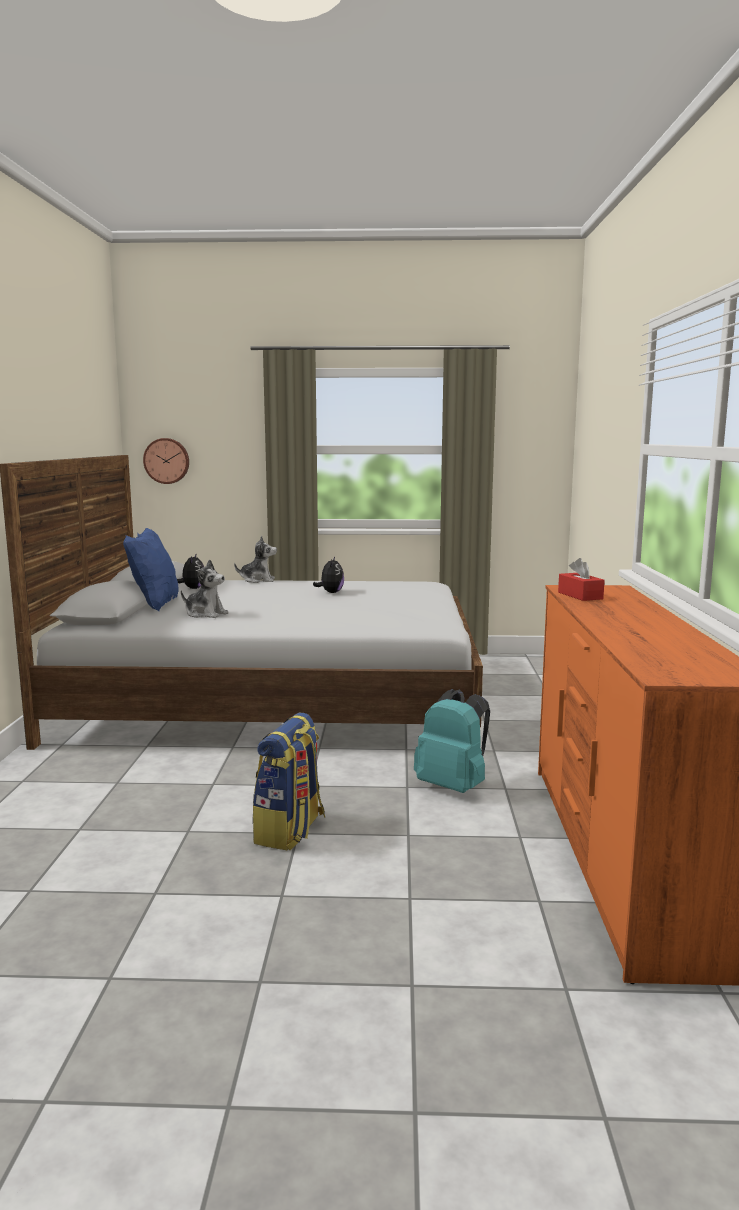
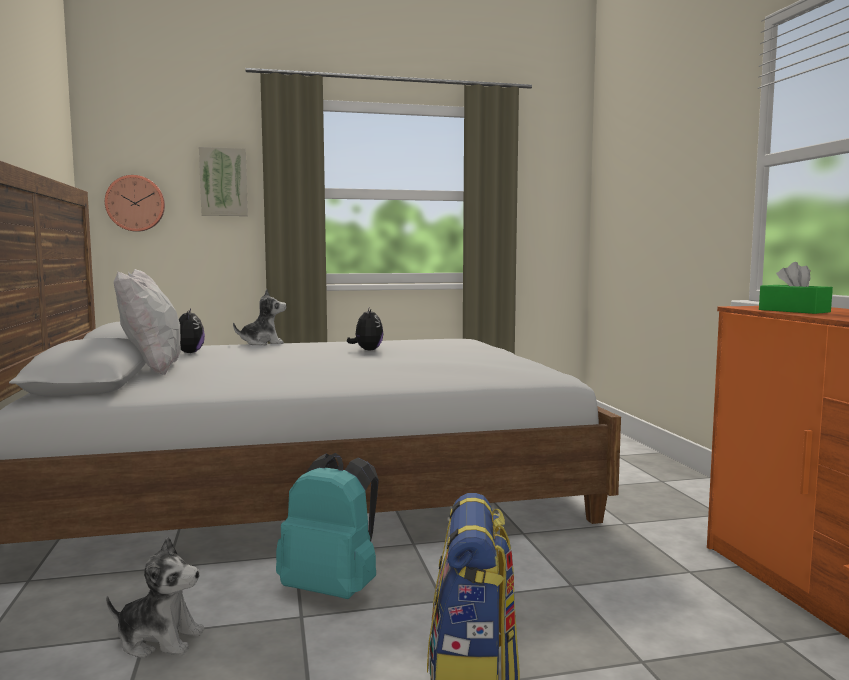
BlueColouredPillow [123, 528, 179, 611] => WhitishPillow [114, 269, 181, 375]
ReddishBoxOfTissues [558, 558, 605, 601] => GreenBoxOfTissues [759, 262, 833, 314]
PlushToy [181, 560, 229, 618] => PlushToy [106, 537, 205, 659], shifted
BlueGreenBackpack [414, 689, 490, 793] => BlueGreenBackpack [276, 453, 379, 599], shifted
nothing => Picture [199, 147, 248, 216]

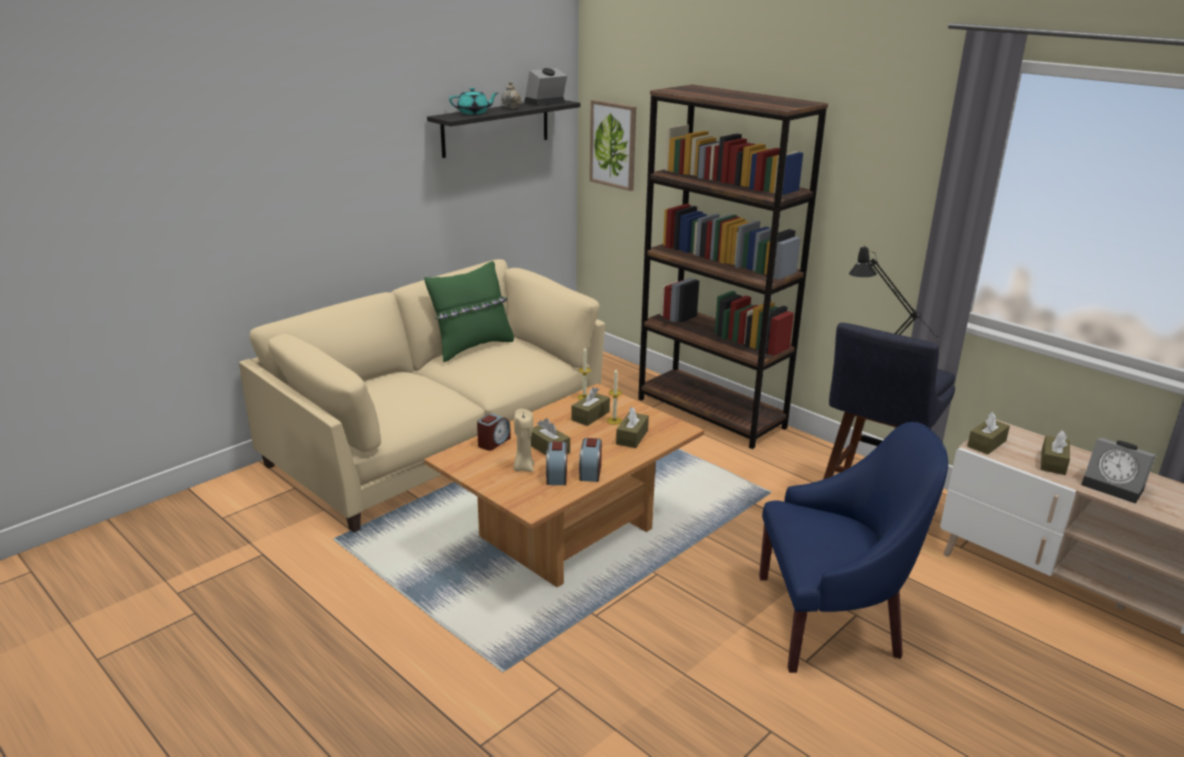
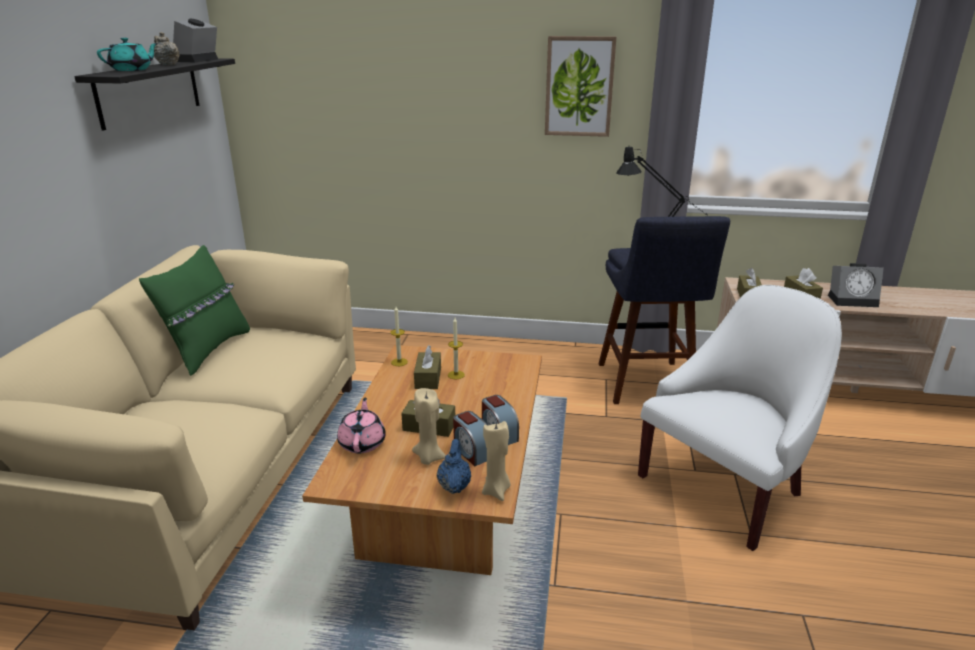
BrownColouredBookcase [638, 85, 828, 449] => nothing
Picture [590, 100, 636, 191] => Picture [545, 36, 616, 137], shifted
BrownColouredBoxOfTissues [616, 407, 649, 448] => nothing
BedsideClock [477, 413, 511, 451] => PinkTeapot [337, 397, 386, 454]
BlueColouredEasyChair [759, 422, 948, 673] => WhitishEasyChair [638, 285, 842, 551]
nothing => BeigeColouredWaxLight [482, 421, 511, 501]
nothing => BlueColouredTeapot [437, 439, 471, 494]

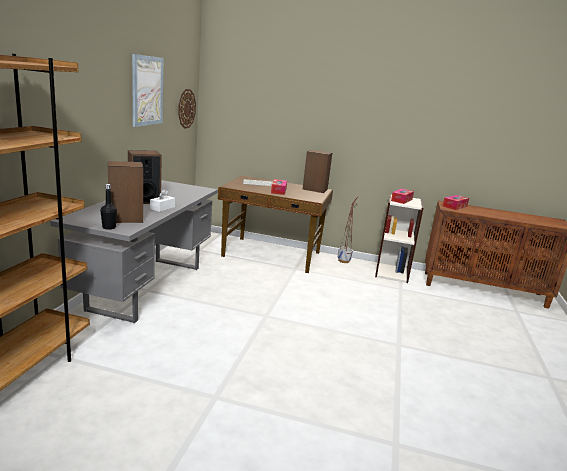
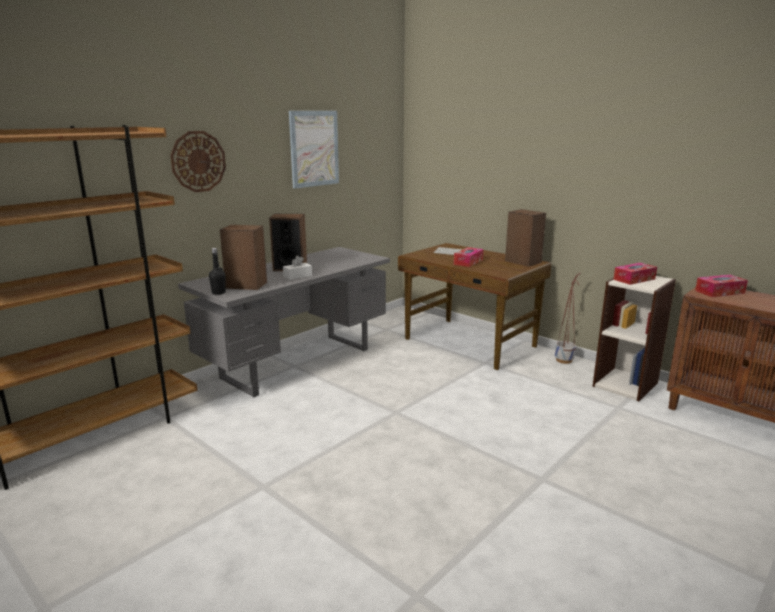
ClockOnTheWall [178, 89, 196, 129] => ClockOnTheWall [170, 131, 226, 192], shifted

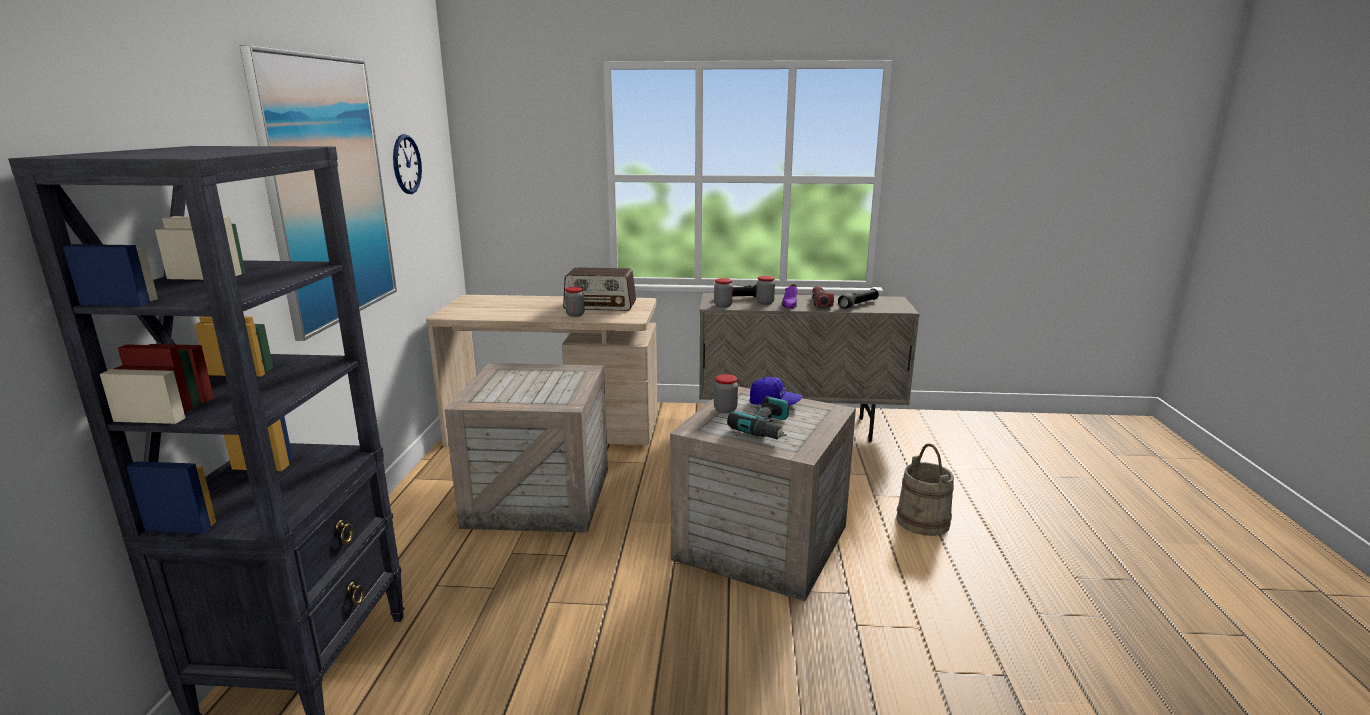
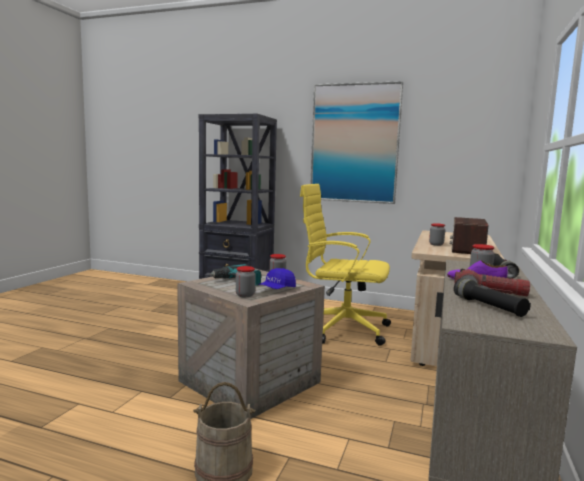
ClockOnTheWall [393, 134, 422, 194] => nothing
StorageJar [714, 278, 733, 308] => StorageJar [236, 266, 256, 297], shifted
ShippingCrate [445, 363, 608, 533] => YellowColouredOfficeChair [300, 184, 391, 346]

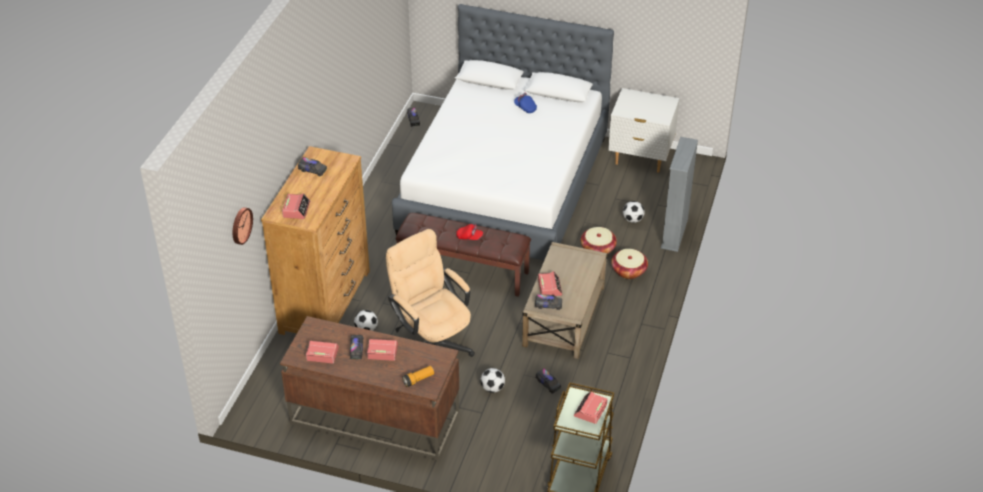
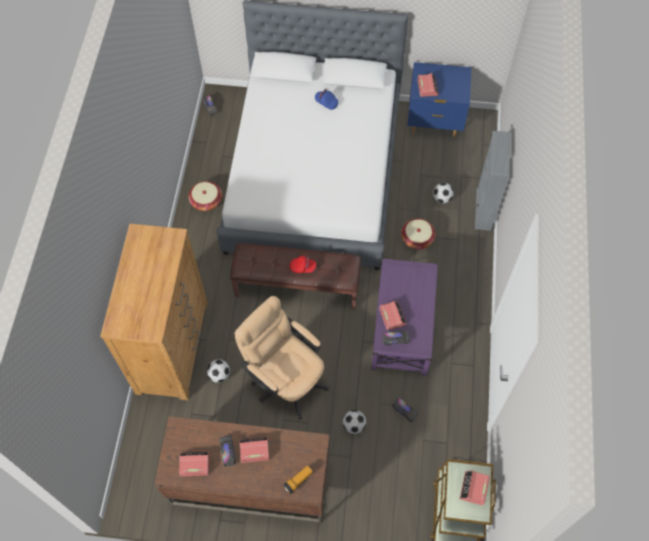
WhitishNightTable [608, 88, 679, 173] => BlueColouredNightTable [407, 62, 472, 137]
ToyLorry [298, 157, 327, 176] => nothing
BedsideClock [282, 193, 310, 219] => BedsideClock [417, 73, 439, 97], shifted
ClockOnTheWall [233, 207, 253, 245] => nothing
BeigeColouredCoffeeTable [522, 242, 607, 359] => PurpleCoffeeTable [371, 258, 438, 376]
Basket [611, 249, 648, 279] => Basket [189, 181, 222, 211], shifted

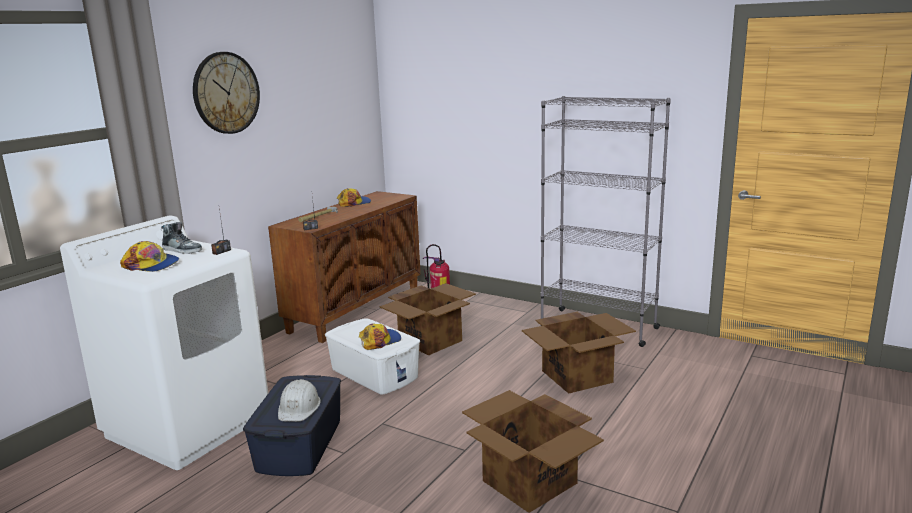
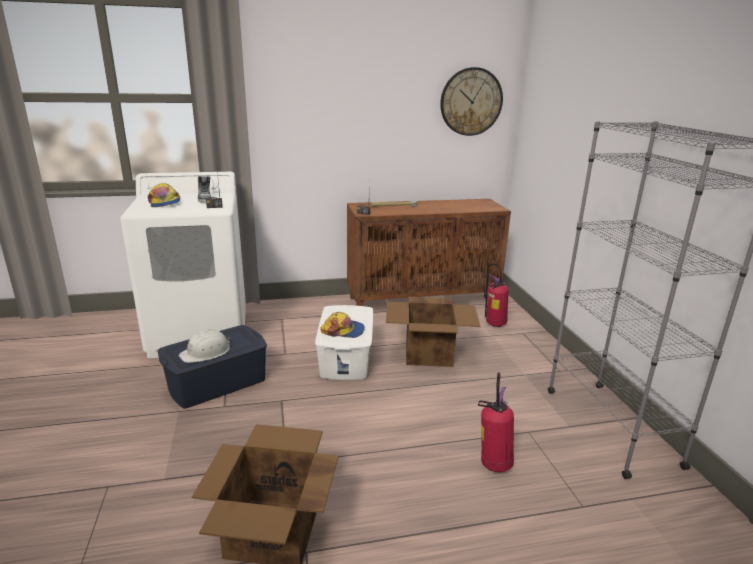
ClockOnTheWall [193, 52, 260, 134] => ClockOnTheWall [440, 67, 503, 136], shifted
PeakedCap [337, 188, 371, 207] => nothing
CardboardBox [522, 312, 636, 394] => FireExtinguisher [478, 372, 514, 472]

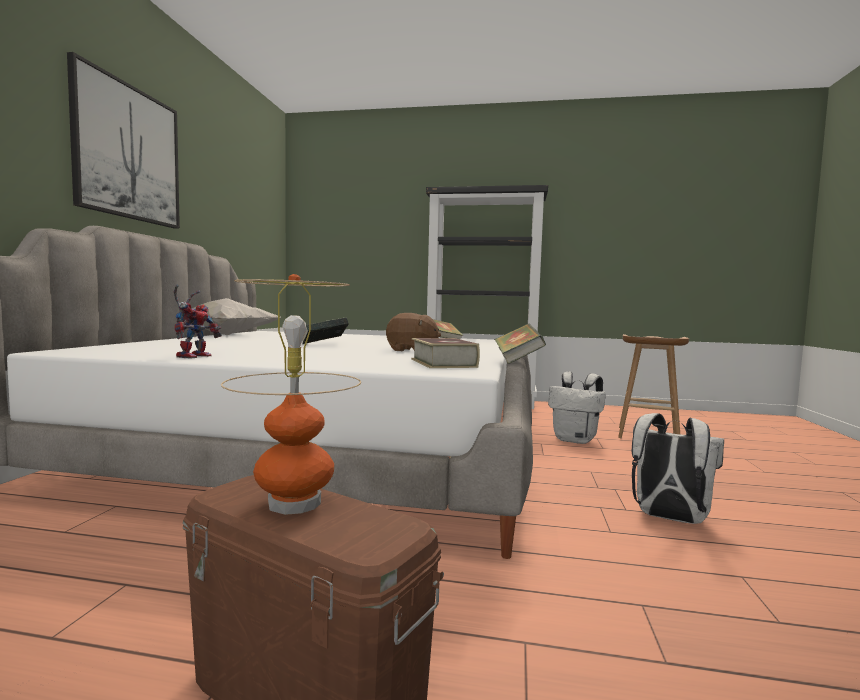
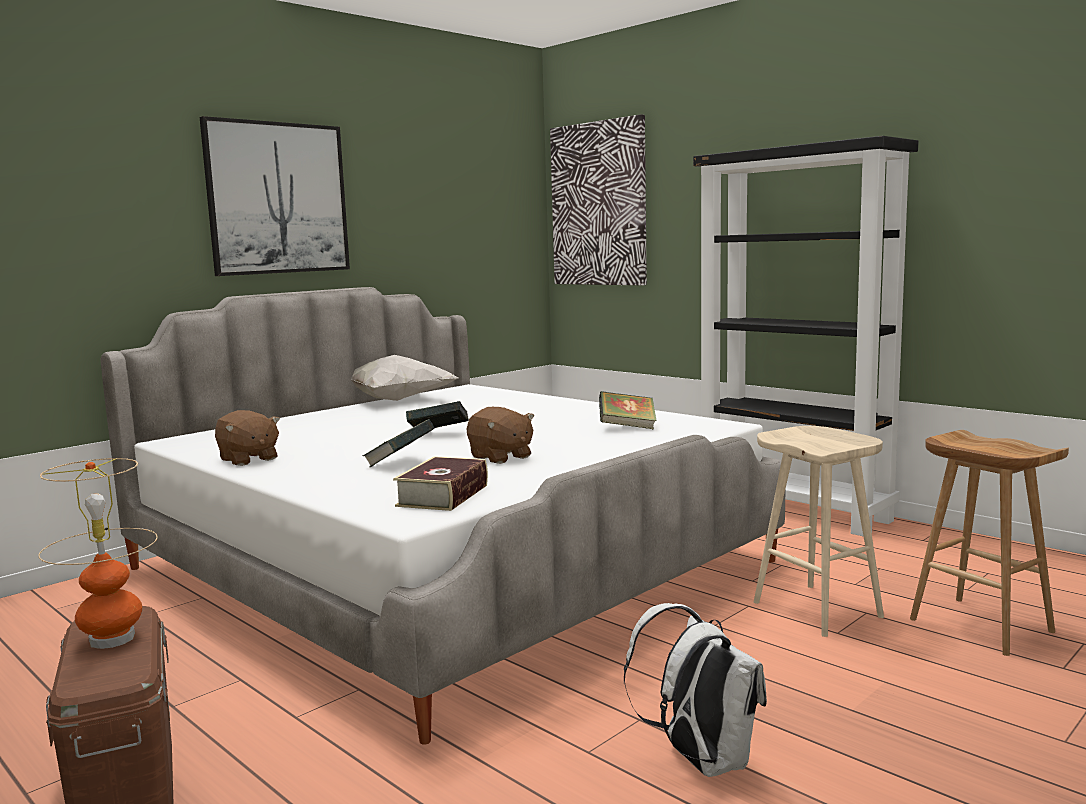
RobotFigure [173, 285, 222, 359] => BrownColouredPlushToy [215, 410, 280, 466]
BoundBook [495, 324, 546, 364] => BoundBook [363, 419, 434, 467], shifted
WhitishBackpack [548, 372, 606, 444] => BeigeColouredStoolSeat [754, 426, 884, 637]
nothing => Picture [550, 114, 647, 285]

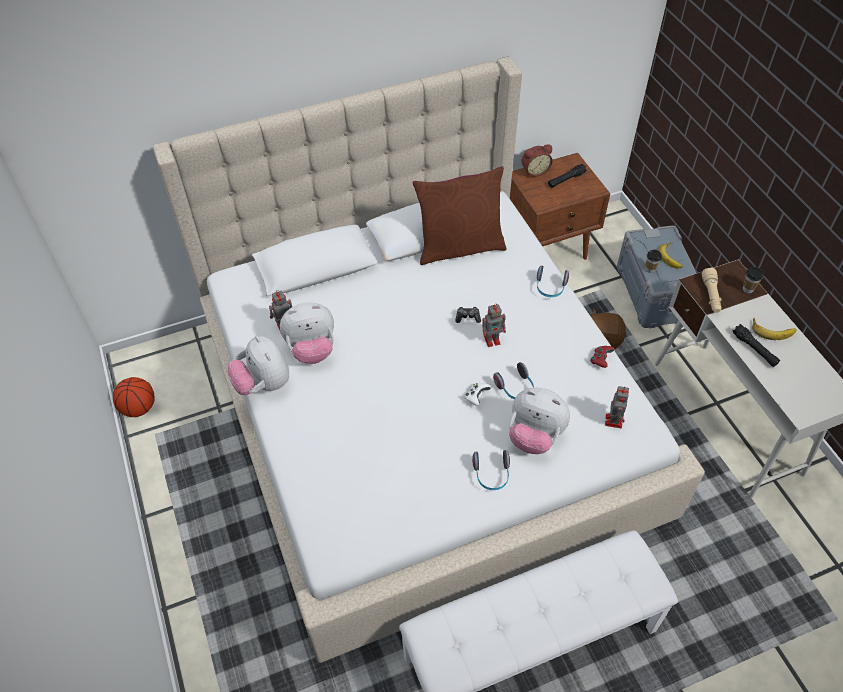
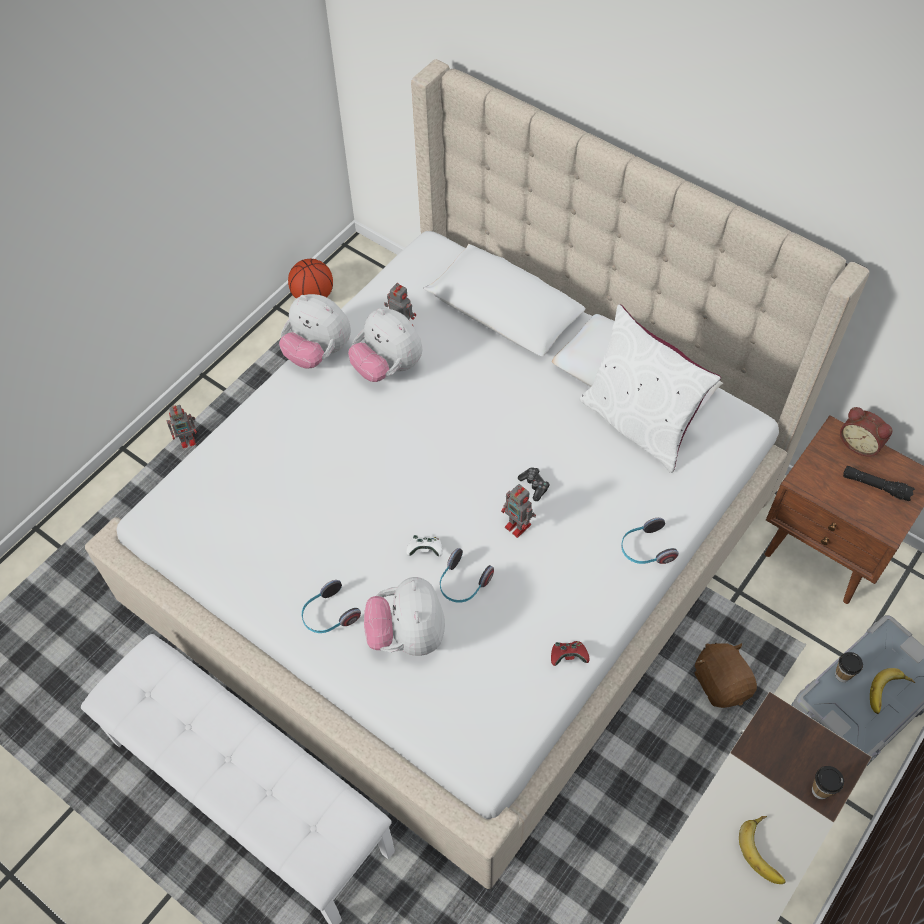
BrownColouredPillow [413, 166, 506, 265] => WhitishPillow [579, 304, 721, 473]
BeigeColouredHandTorch [702, 267, 722, 313] => nothing
BlackHandTorch [733, 324, 780, 367] => nothing
PlushToy [228, 336, 289, 395] => PlushToy [279, 294, 351, 369], 90 degrees counterclockwise
RobotFigure [605, 386, 629, 428] => RobotFigure [166, 405, 197, 449], shifted

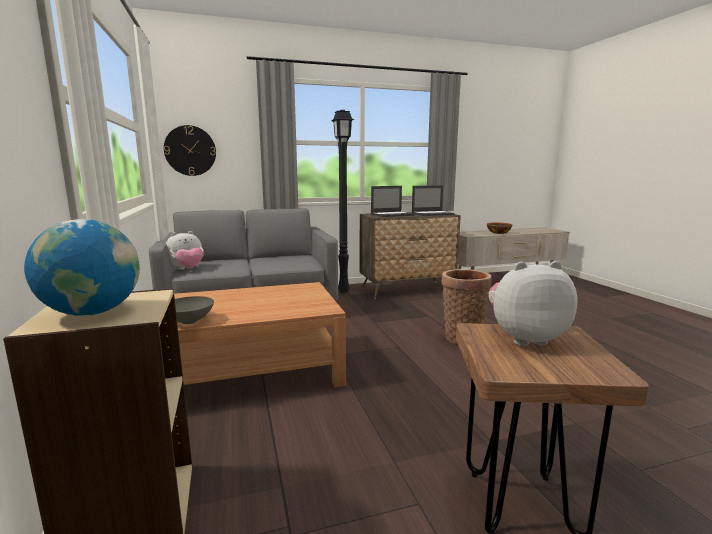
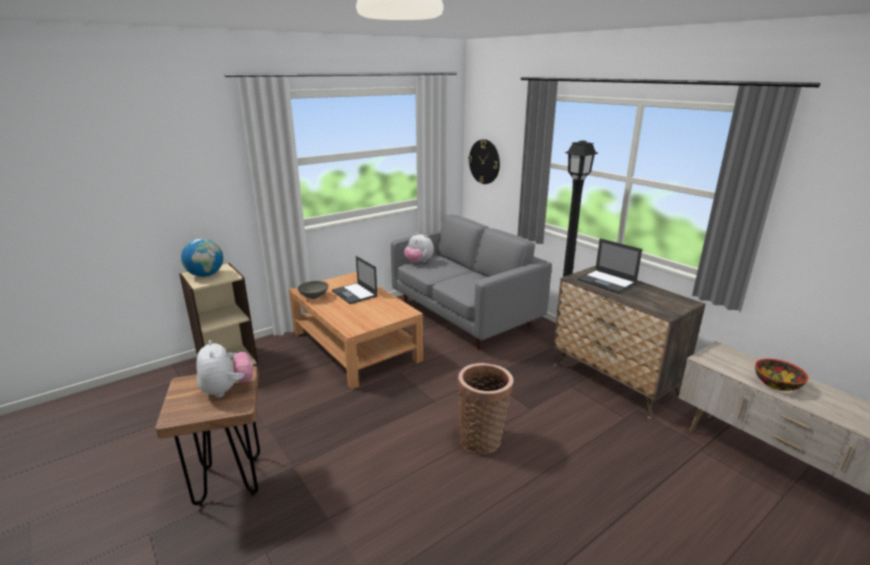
Laptop [412, 185, 455, 216] => Laptop [332, 256, 378, 304], shifted

